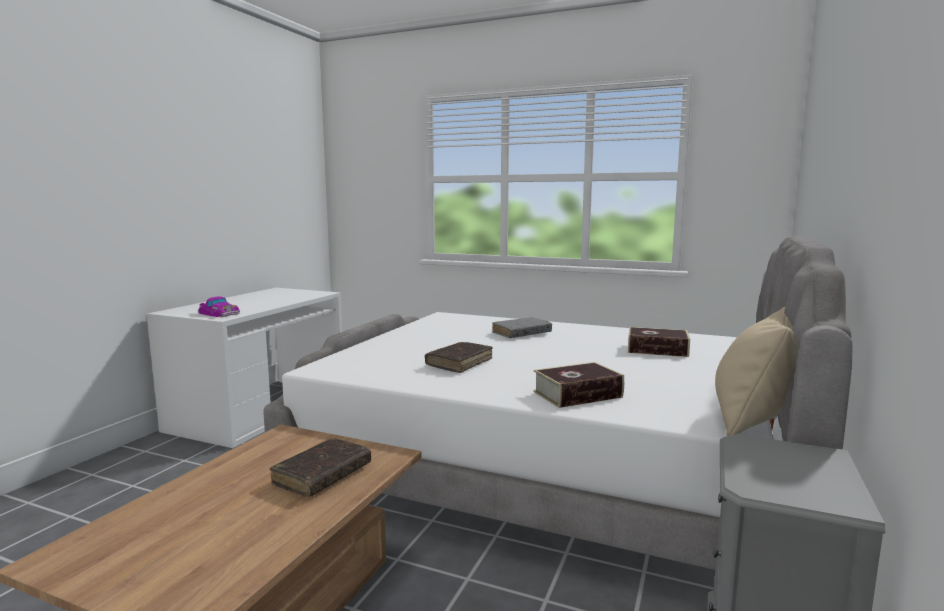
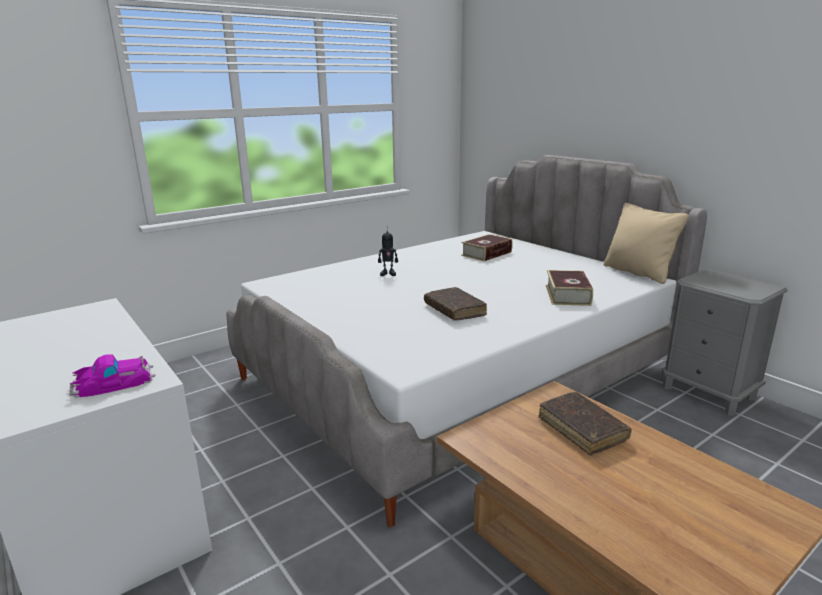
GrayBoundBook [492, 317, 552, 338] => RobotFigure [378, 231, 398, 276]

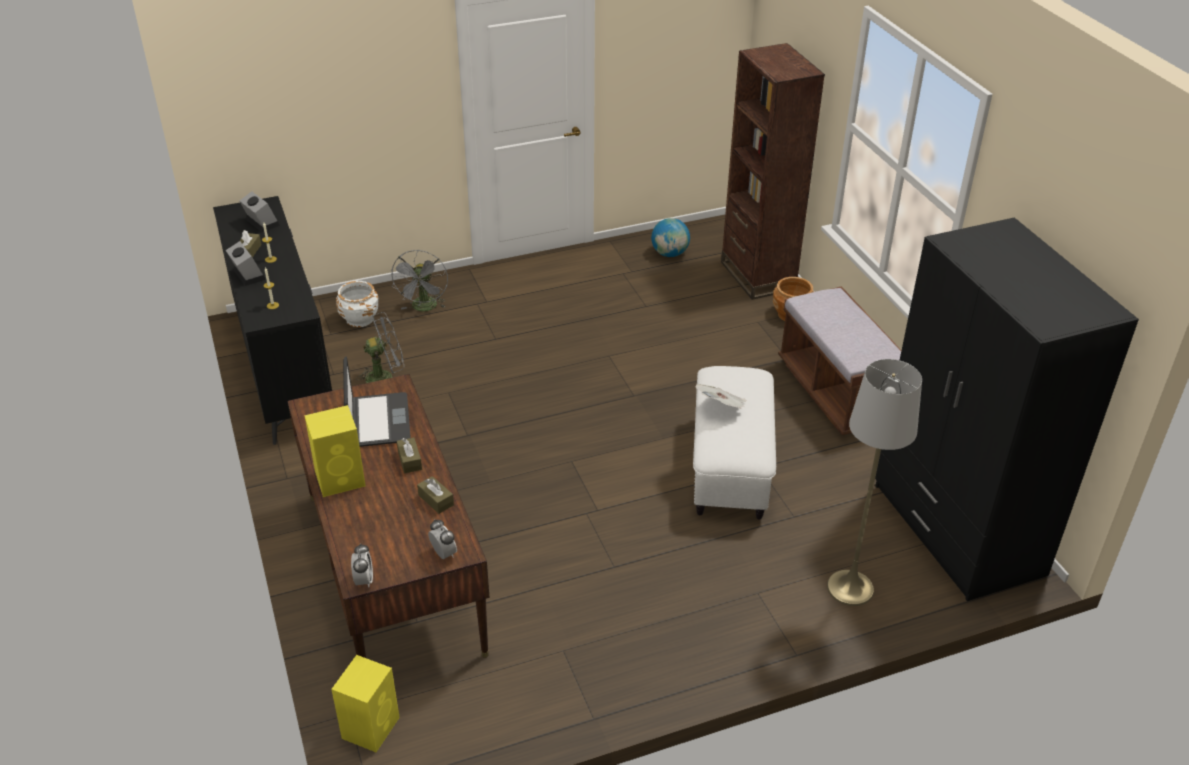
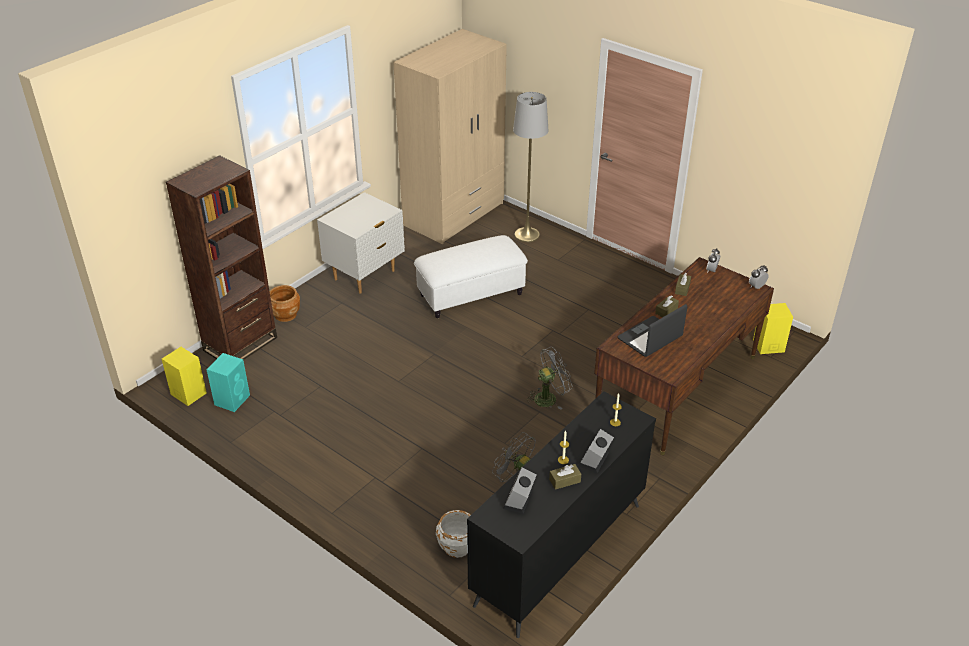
DeskGlobe [651, 218, 690, 257] => BlueGreenAudioSpeaker [206, 353, 250, 412]
BlackClothesCupboard [875, 218, 1139, 601] => BeigeColouredClothesCupboard [393, 29, 507, 244]
GrayCoolingFan [391, 250, 448, 311] => GrayCoolingFan [527, 347, 573, 410], shifted
BrownColouredLongSeat [778, 286, 902, 435] => WhitishNightTable [317, 192, 405, 294]
PrintedPaper [696, 384, 747, 409] => nothing
YellowColouredAudioSpeaker [304, 405, 366, 497] => YellowColouredAudioSpeaker [162, 347, 207, 406], shifted

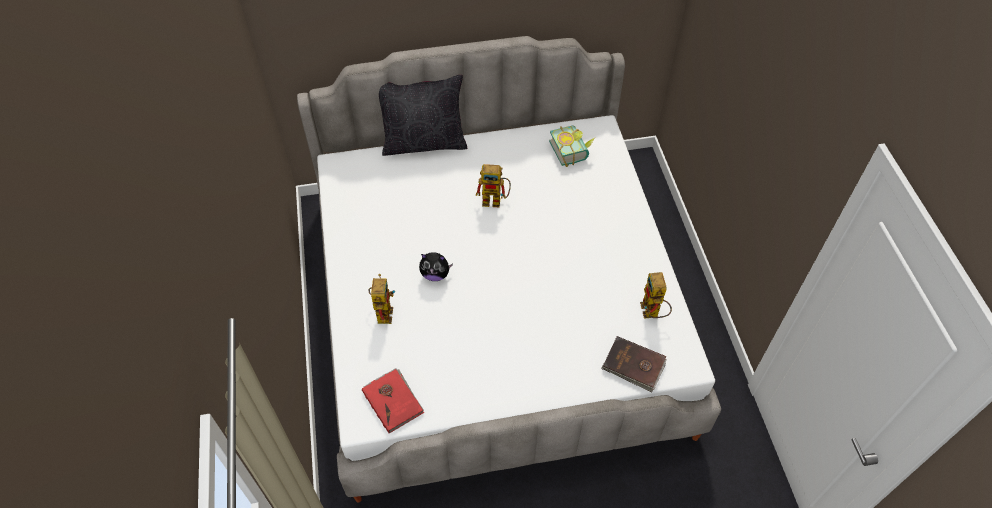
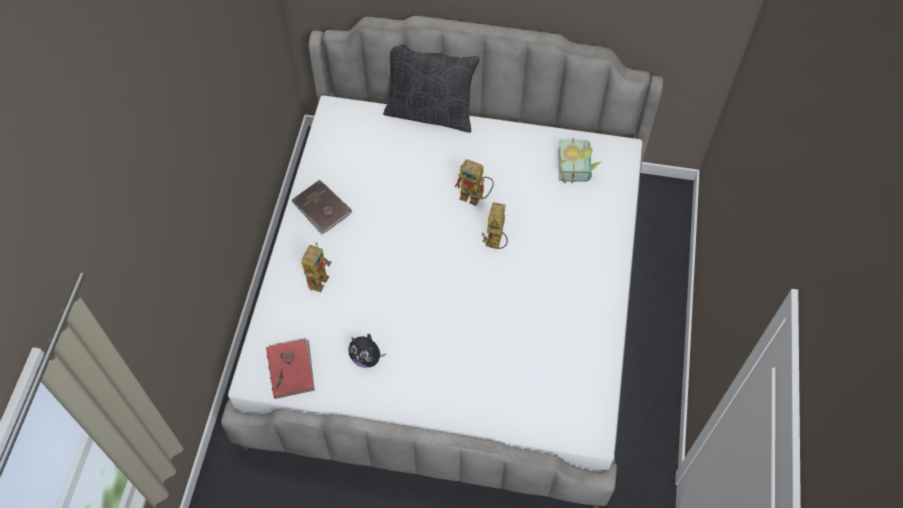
PlushToy [419, 252, 453, 281] => PlushToy [348, 334, 386, 368], shifted
RobotFigure [640, 272, 672, 319] => RobotFigure [482, 202, 508, 249], shifted
BrownColouredBoundBook [602, 336, 666, 392] => BrownColouredBoundBook [292, 180, 352, 234], shifted

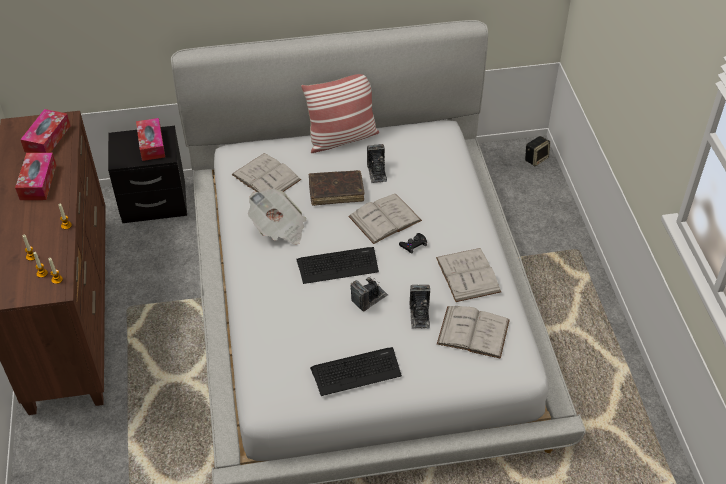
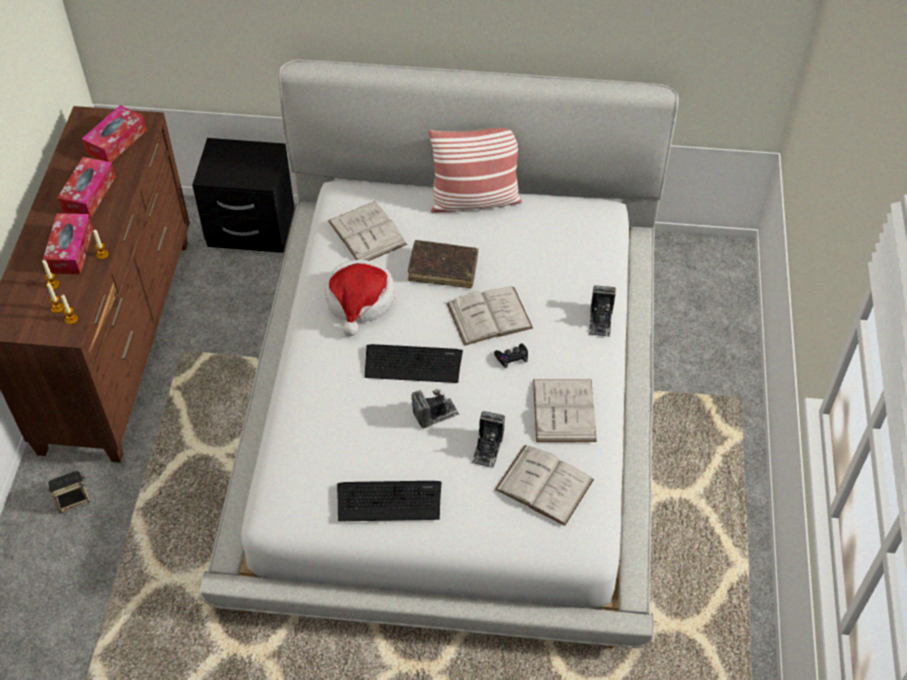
BoxOfTissues [136, 118, 165, 161] => BoxOfTissues [43, 213, 93, 274], shifted
AudioSpeaker [525, 136, 550, 166] => AudioSpeaker [48, 471, 91, 513], shifted
StillCamera [367, 144, 387, 183] => StillCamera [589, 285, 616, 337], shifted
PrintedPaper [248, 189, 306, 245] => WearableHat [325, 260, 395, 336]

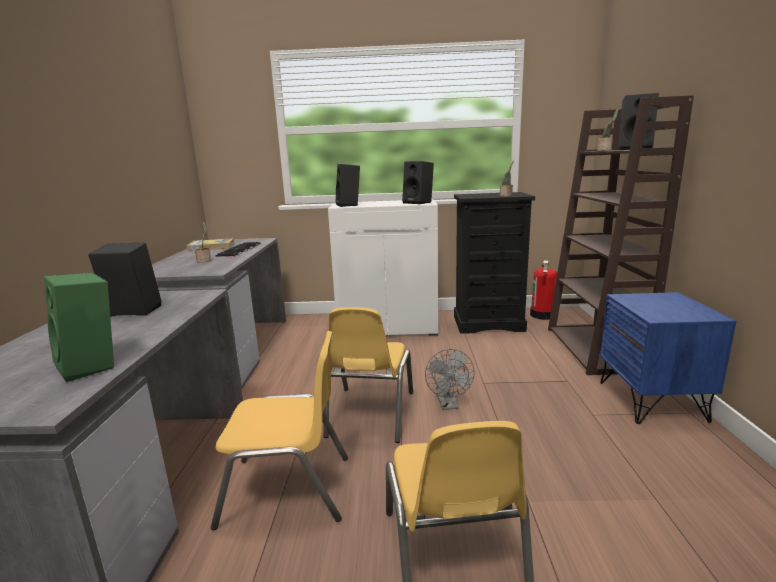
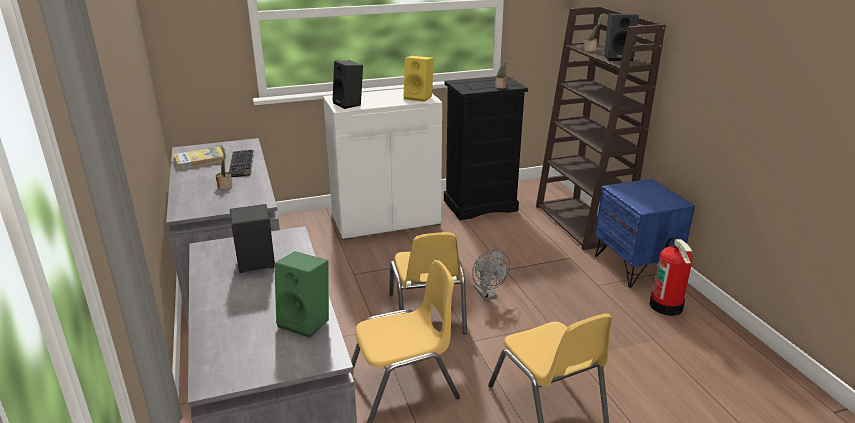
BlackAudioSpeaker [402, 161, 434, 204] => YellowColouredAudioSpeaker [404, 56, 434, 102]
FireExtinguisher [530, 260, 557, 320] => FireExtinguisher [649, 237, 693, 316], shifted

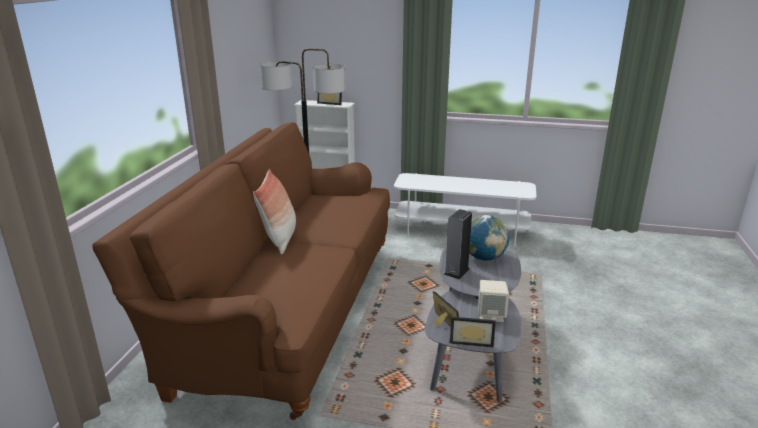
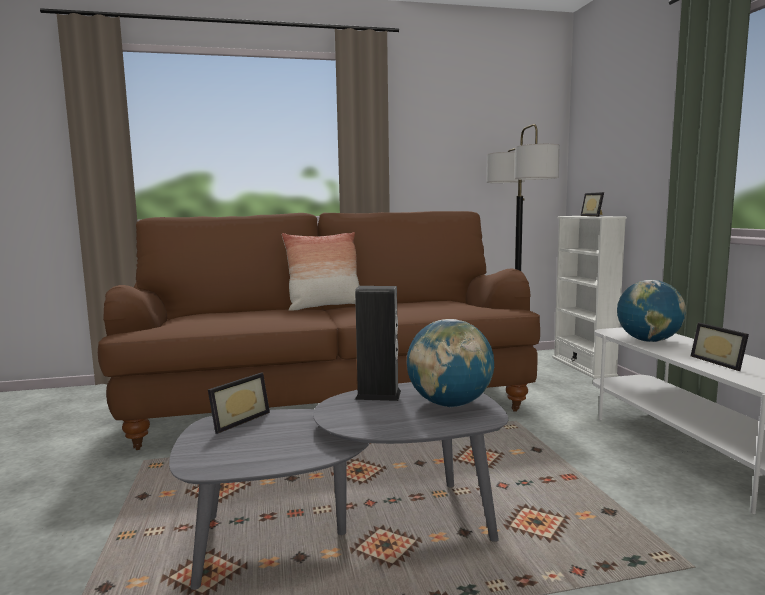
BeigeColouredAudioSpeaker [478, 280, 509, 322] => nothing
PictureFrame [450, 317, 496, 348] => PictureFrame [691, 322, 749, 371], shifted
nothing => DeskGlobe [617, 280, 686, 342]

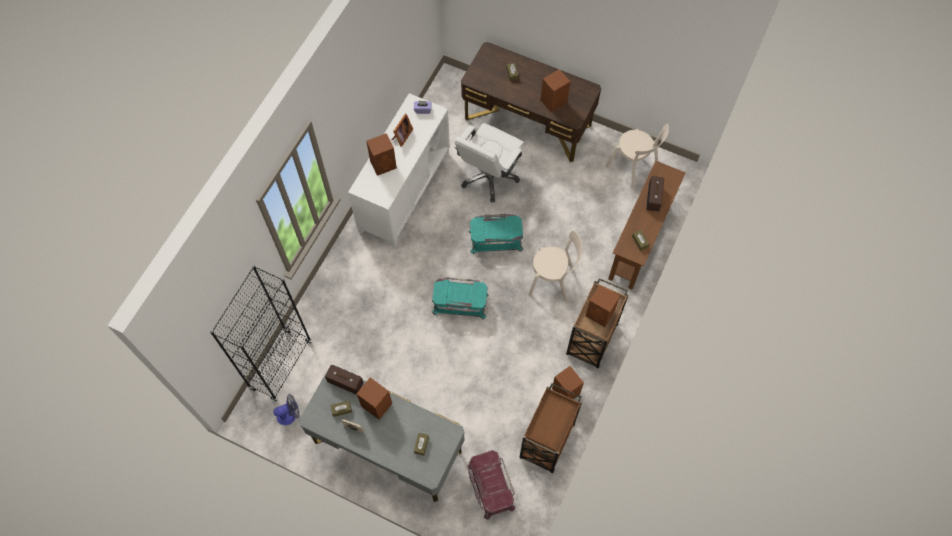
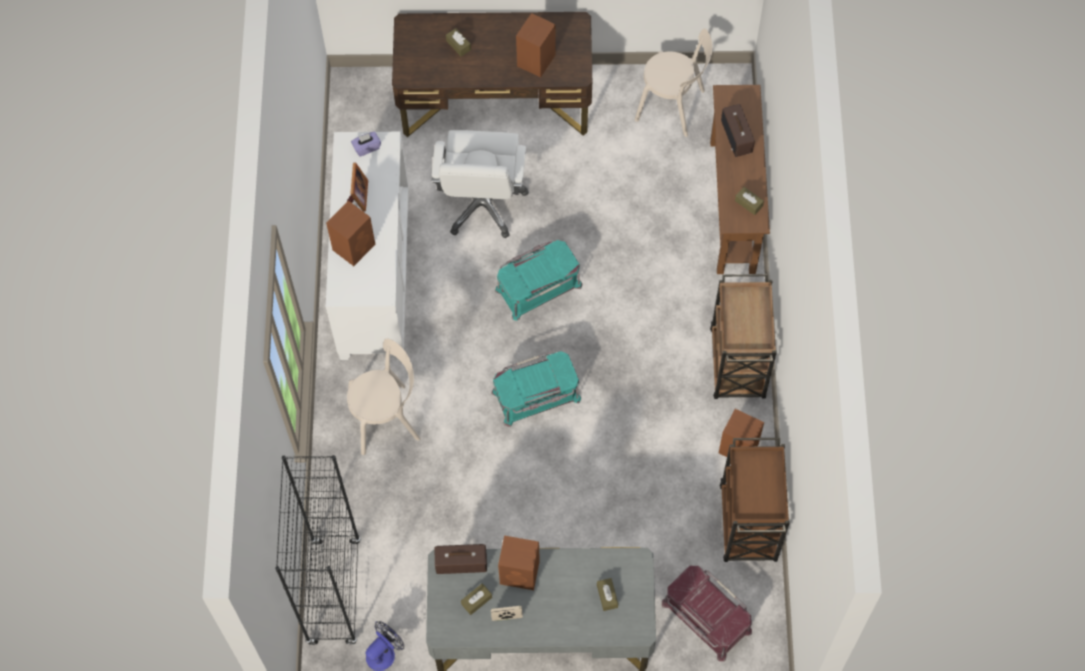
BeigeColouredChair [528, 231, 582, 302] => BeigeColouredChair [347, 339, 420, 455], shifted
BrownColouredAudioSpeaker [585, 285, 620, 327] => nothing

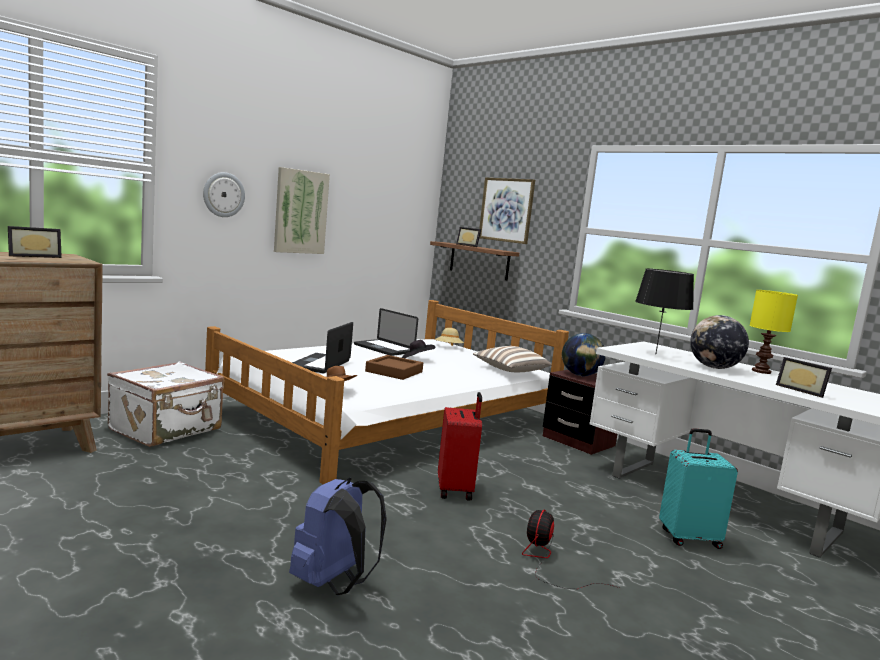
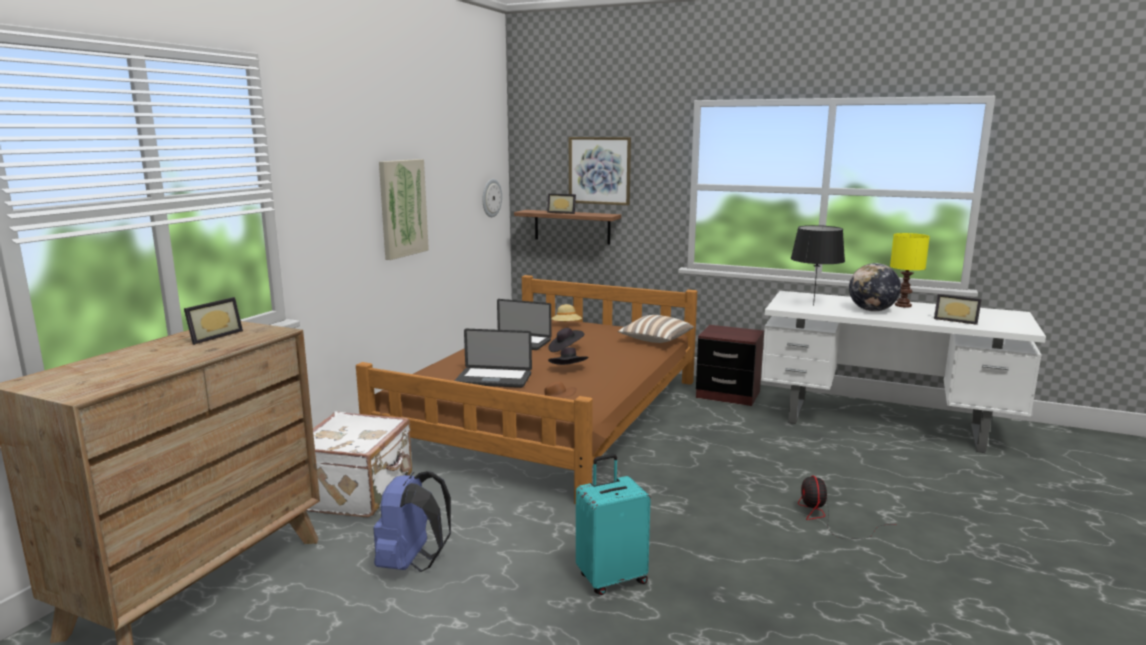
ClockOnTheWall [203, 172, 245, 217] => ClockOnTheWall [482, 179, 502, 217], shifted
WhitishBedroomBed [205, 300, 569, 484] => BrownColouredBedroomBed [356, 275, 697, 505]
Laptop [292, 322, 353, 373] => Laptop [454, 329, 532, 388], 75 degrees counterclockwise
DeskGlobe [562, 333, 606, 376] => nothing
BrownColouredTray [365, 355, 423, 380] => BlackWearableHat [548, 347, 589, 365]
ReddishTravelCase [438, 392, 482, 501] => nothing
BlueGreenTravelCase [659, 428, 738, 549] => BlueGreenTravelCase [576, 454, 651, 595], shifted
BlueColouredBackpack [289, 478, 387, 595] => BlueColouredBackpack [374, 471, 451, 572], shifted

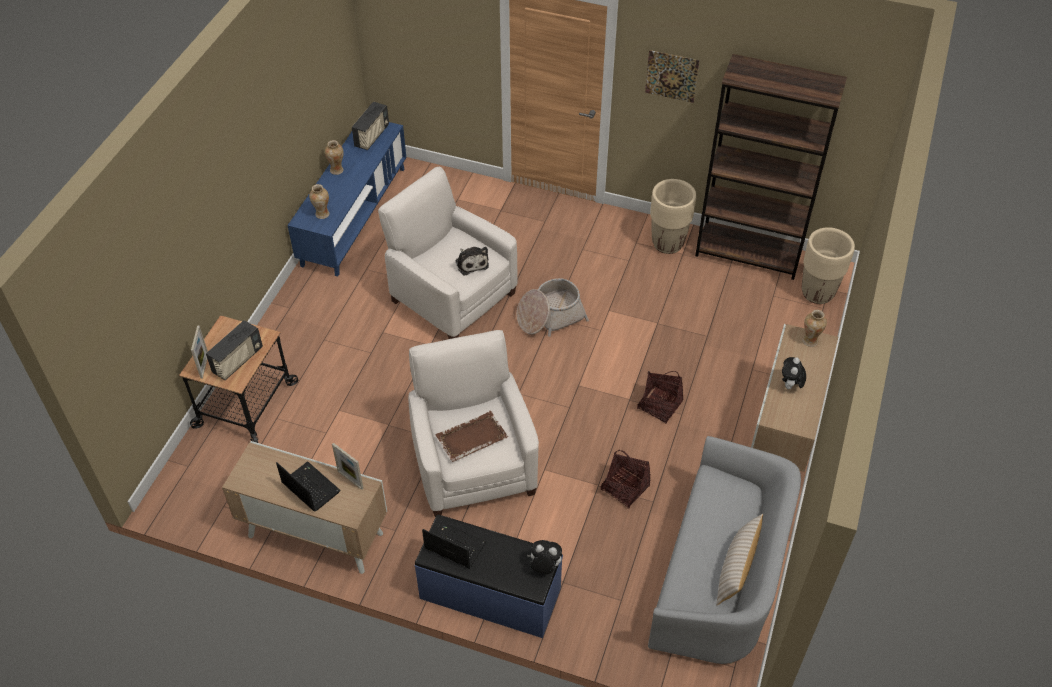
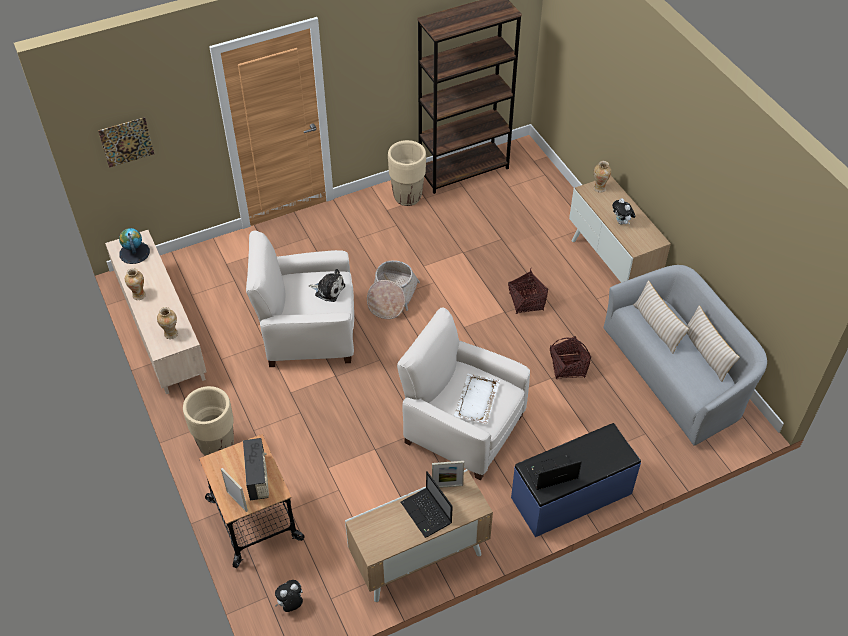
Picture [645, 50, 700, 103] => Picture [98, 117, 154, 168], shifted
Radio [352, 102, 389, 150] => DeskGlobe [119, 228, 150, 264]
BlueColouredMediaConsole [287, 122, 406, 277] => BeigeColouredMediaConsole [105, 230, 207, 394]
BeigeColouredPlanter [802, 227, 855, 304] => BeigeColouredPlanter [183, 386, 234, 456], shifted
BrownColouredTray [435, 411, 508, 462] => WhitishTray [454, 373, 500, 424]
Laptop [276, 461, 341, 512] => Laptop [401, 471, 453, 538], 120 degrees counterclockwise
PlushToy [527, 540, 562, 574] => PlushToy [275, 580, 303, 612], shifted
nothing => BeigeColouredPillow [634, 280, 689, 354]

